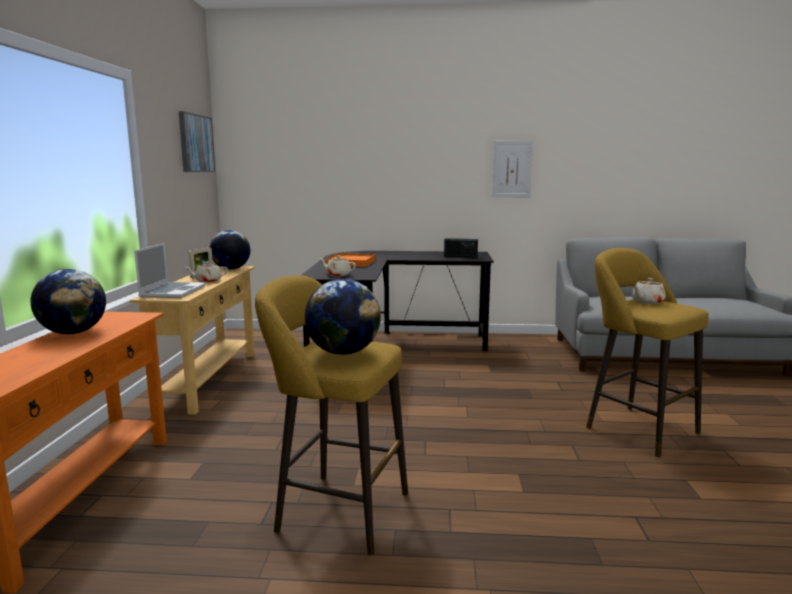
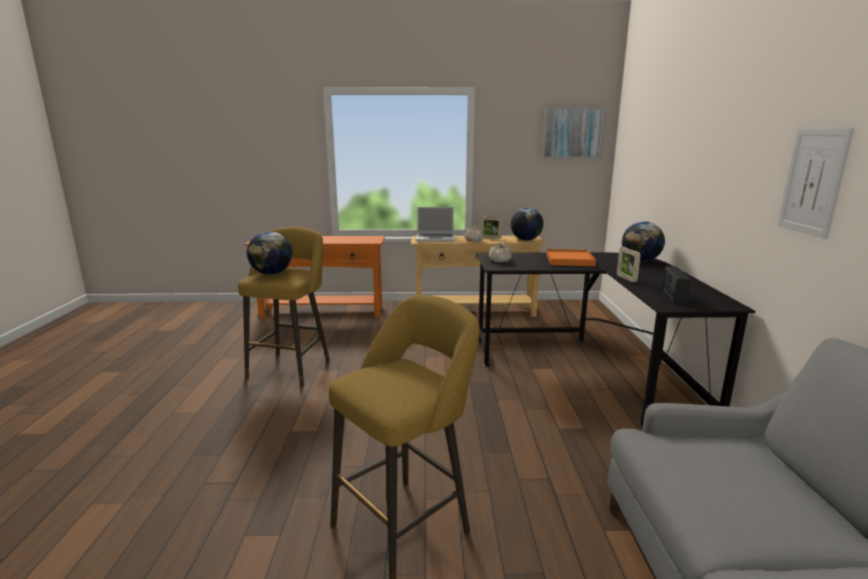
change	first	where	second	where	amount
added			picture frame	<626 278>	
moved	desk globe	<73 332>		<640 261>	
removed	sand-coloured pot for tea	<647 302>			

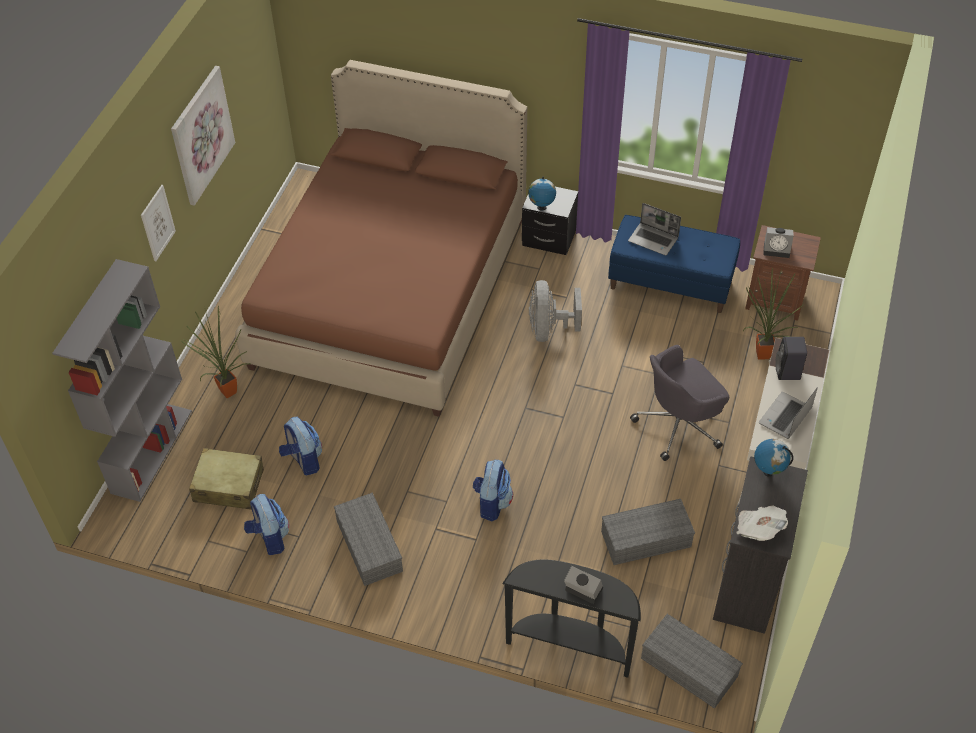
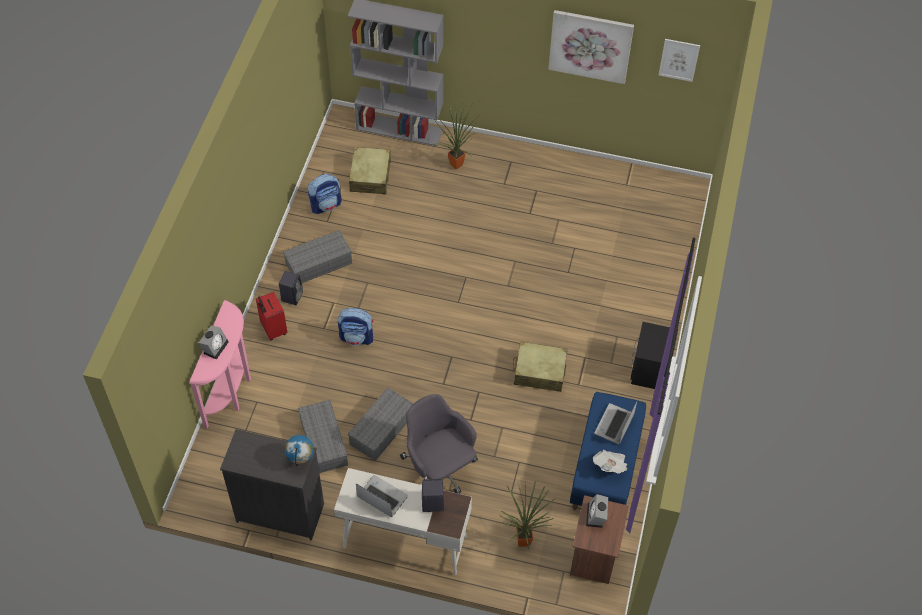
change	first	where	second	where	amount
recoloured	blackish console table	<570 645>	pink console table	<232 391>	
added			reddish piece of luggage	<273 329>	
added			blackish loudspeaker	<292 296>	
moved	gray storage box	<690 667>		<382 430>	
replaced	gray cooling fan	<549 329>	sand-coloured piece of luggage	<539 372>	
moved	newspaper	<758 529>		<610 466>	
moved	wall art	<157 223>		<679 60>	
removed	brownish bedroom bed	<391 291>			
removed	knapsack	<303 460>			
removed	desk globe	<541 207>			

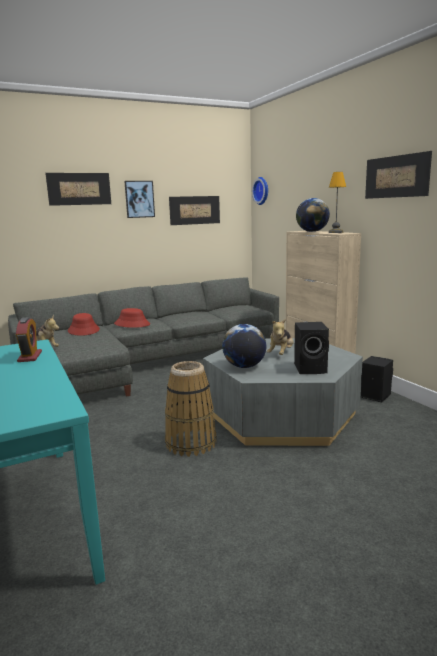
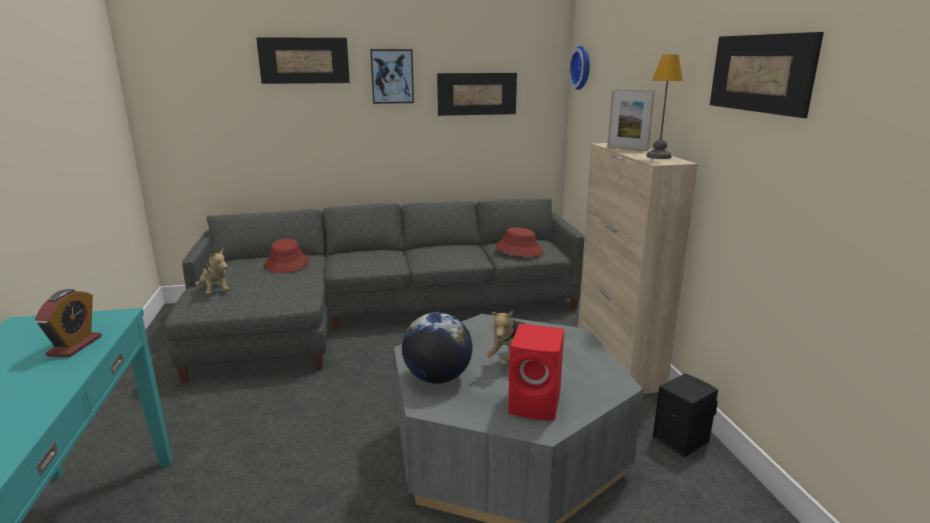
change	first	where	second	where	amount
moved	reddish hat	<132 324>		<519 250>	
recoloured	blackish loudspeaker	<311 369>	reddish loudspeaker	<537 404>	
replaced	desk globe	<312 231>	picture frame	<627 149>	
removed	storage basket	<191 443>			

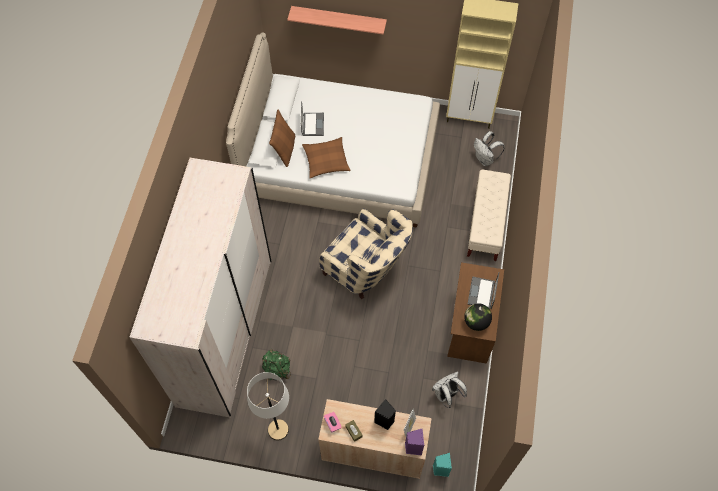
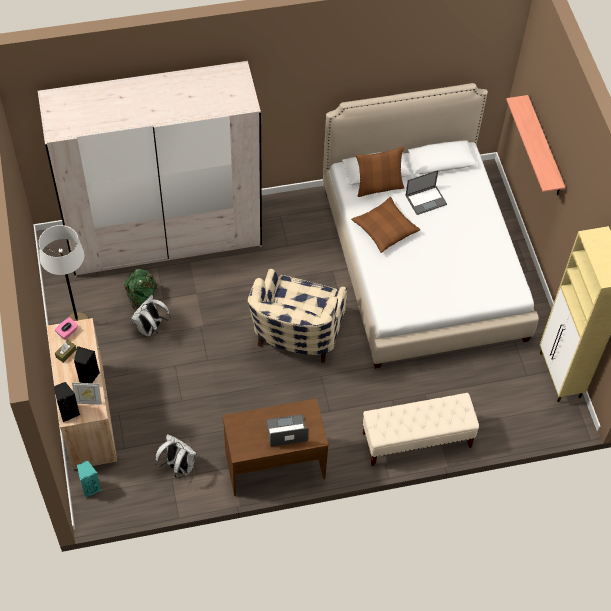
change	first	where	second	where	amount
recoloured	purple-coloured loudspeaker	<413 447>	blackish loudspeaker	<68 412>	
moved	whitish knapsack	<485 159>		<151 328>	
removed	desk globe	<476 322>			

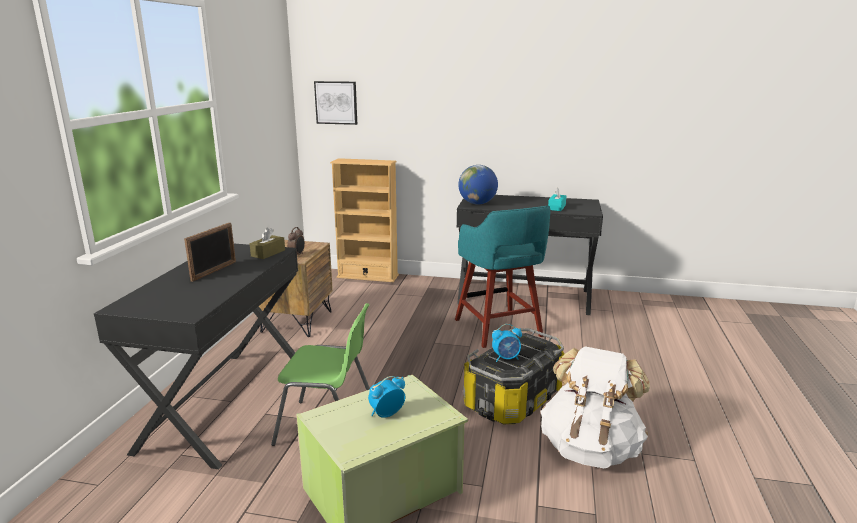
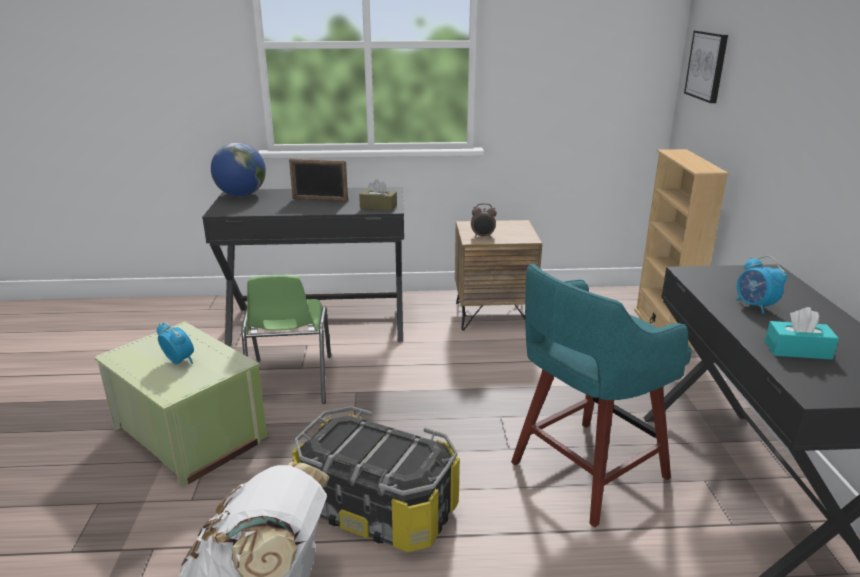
change	first	where	second	where	amount
moved	desk globe	<477 203>		<241 195>	
moved	alarm clock	<506 358>		<754 306>	

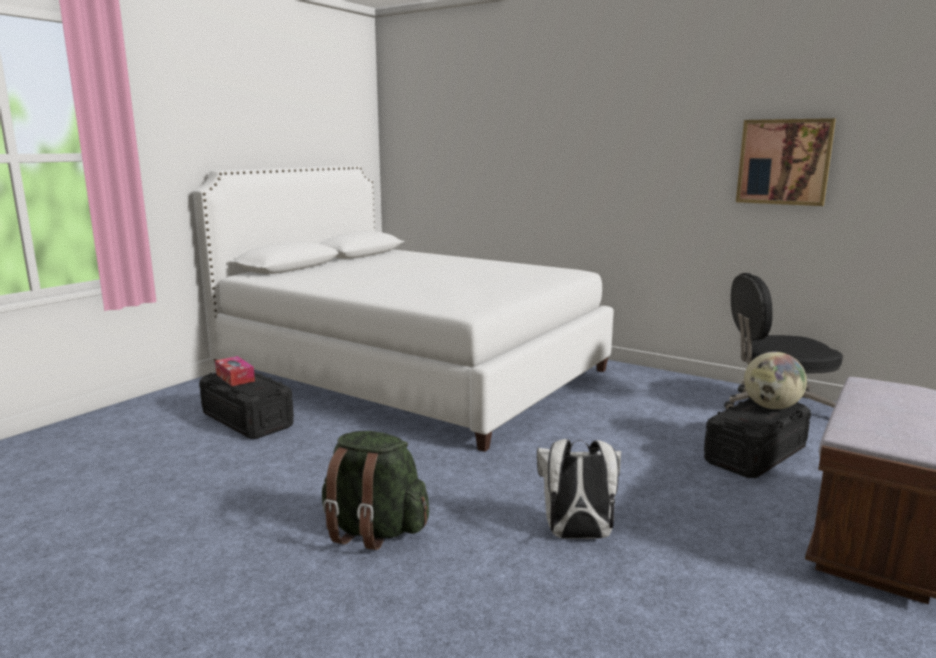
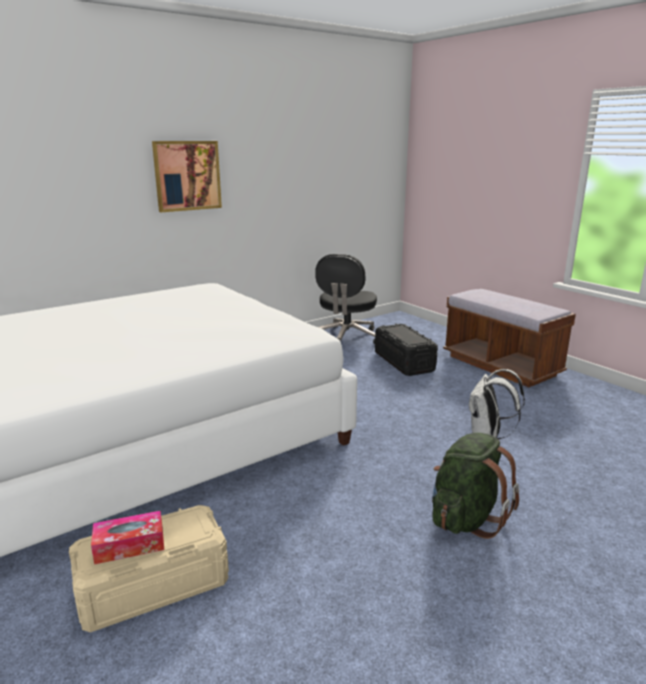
change	first	where	second	where	amount
recoloured	blackish storage box	<247 420>	sand-coloured storage box	<153 586>	
moved	wall art	<784 162>		<187 176>	
removed	desk globe	<771 407>			

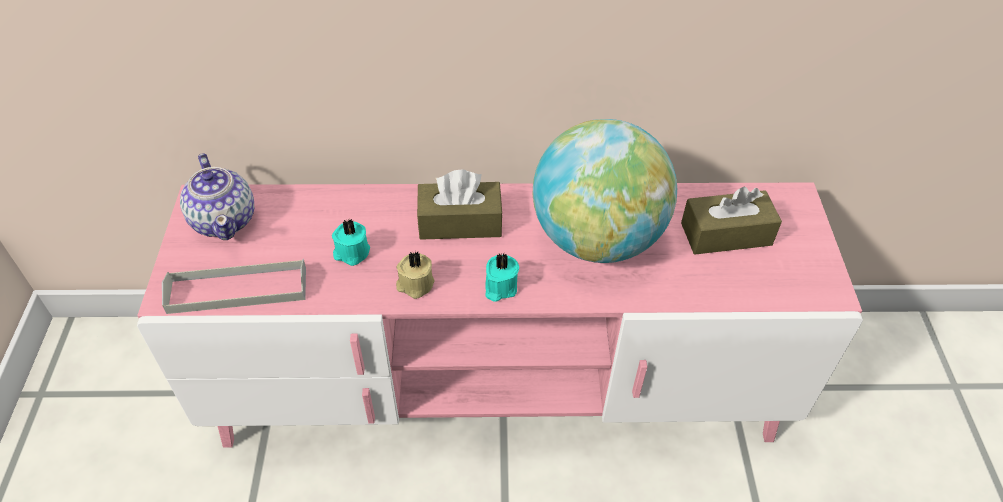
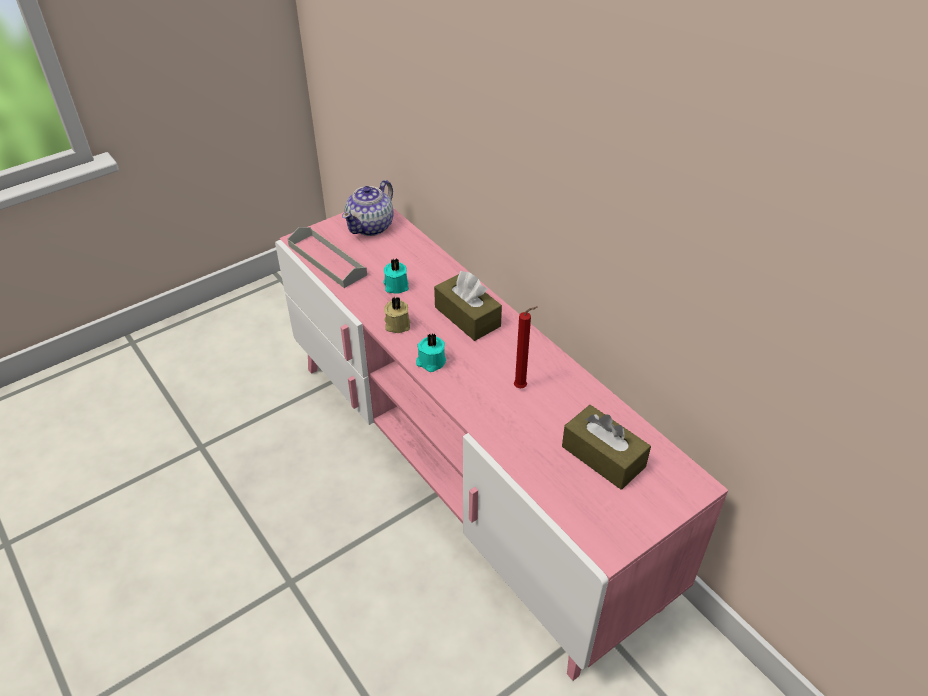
change	first	where	second	where	amount
replaced	desk globe	<596 238>	reddish candle	<522 387>	

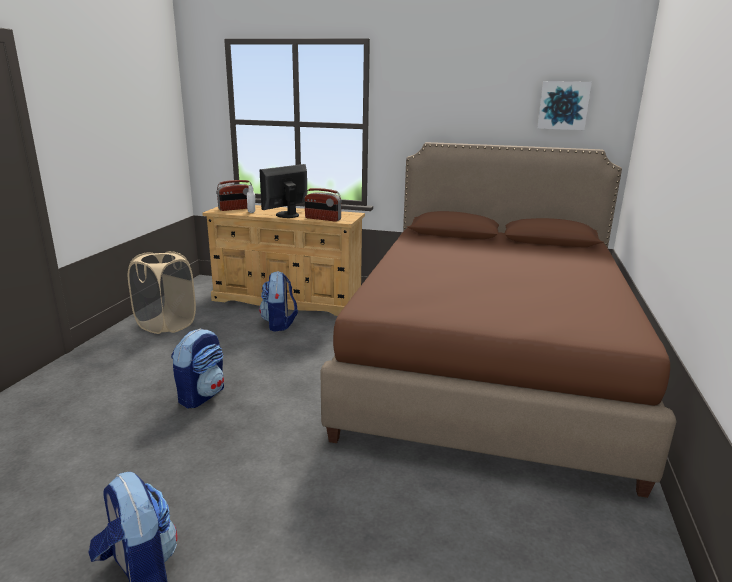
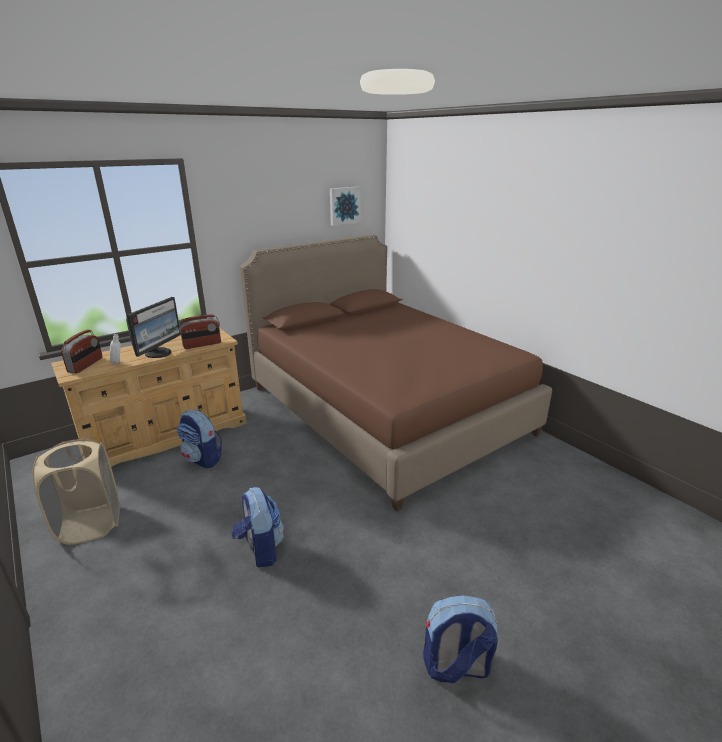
change	first	where	second	where	amount
turned	monitor	<286 215>		<159 353>	150 degrees counterclockwise

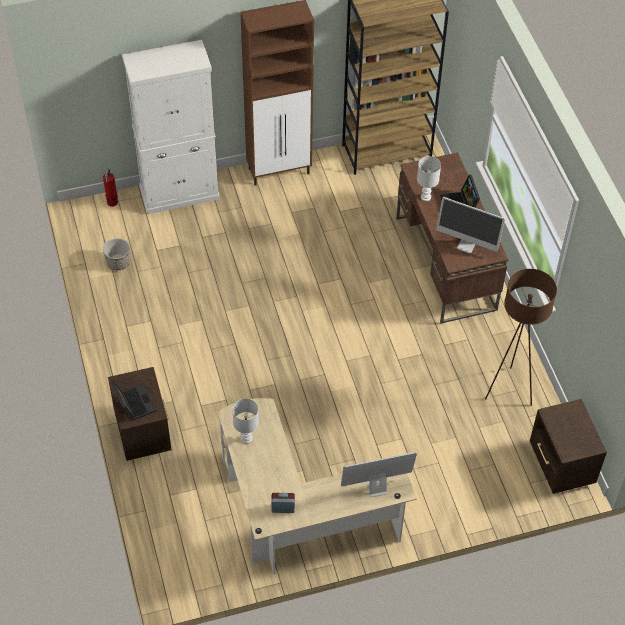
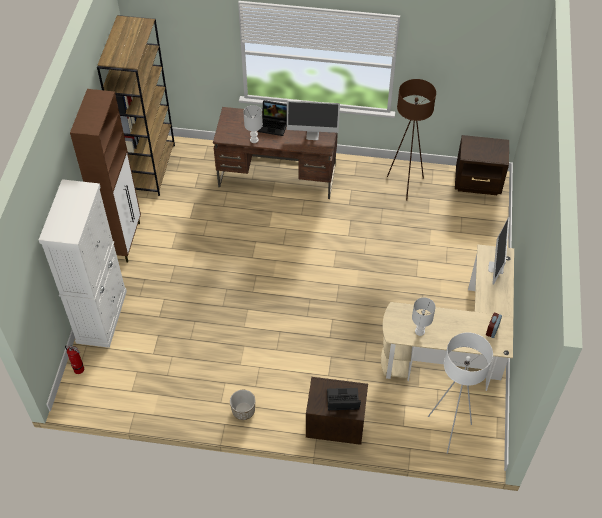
change	first	where	second	where	amount
moved	flower pot	<118 262>		<243 410>	
turned	monitor	<466 245>		<312 135>	45 degrees clockwise
added			whitish standard lamp	<448 430>	

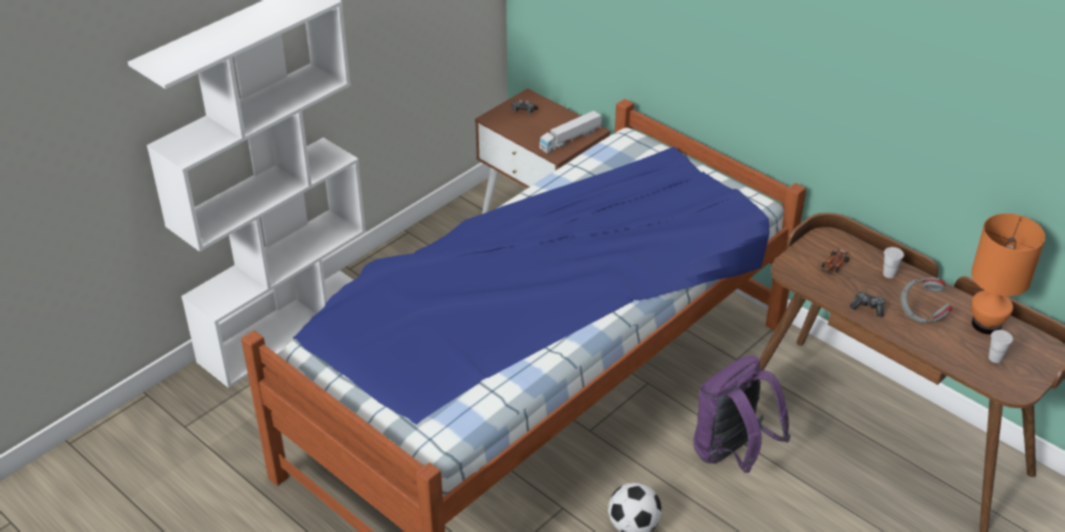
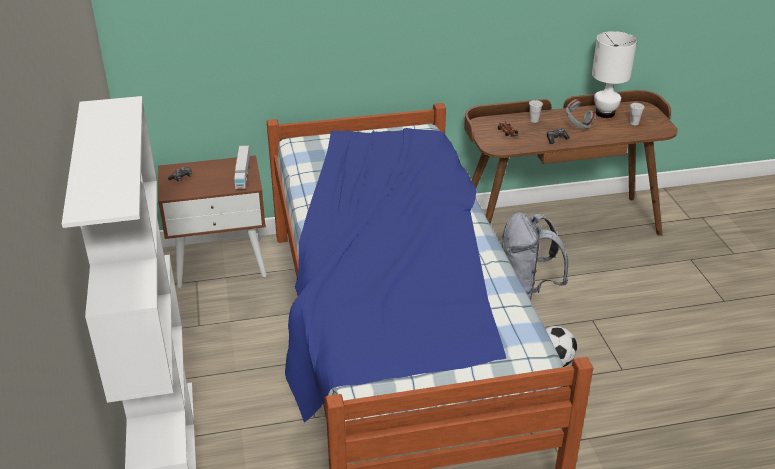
change	first	where	second	where	amount
recoloured	purple-coloured knapsack	<732 453>	gray knapsack	<526 290>	
recoloured	orange-coloured lamp for a table	<986 325>	whitish lamp for a table	<605 113>	

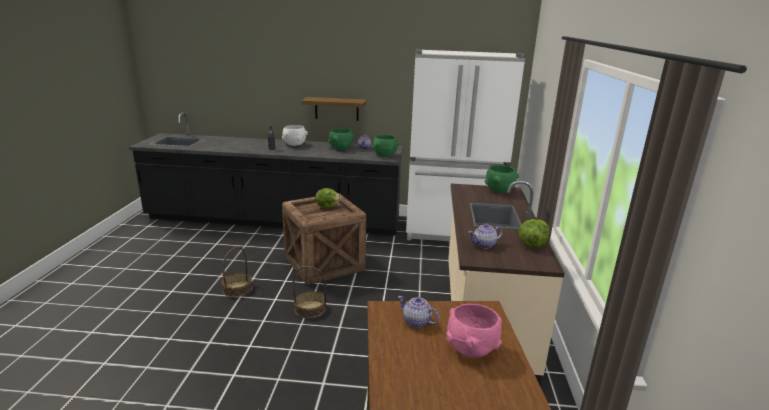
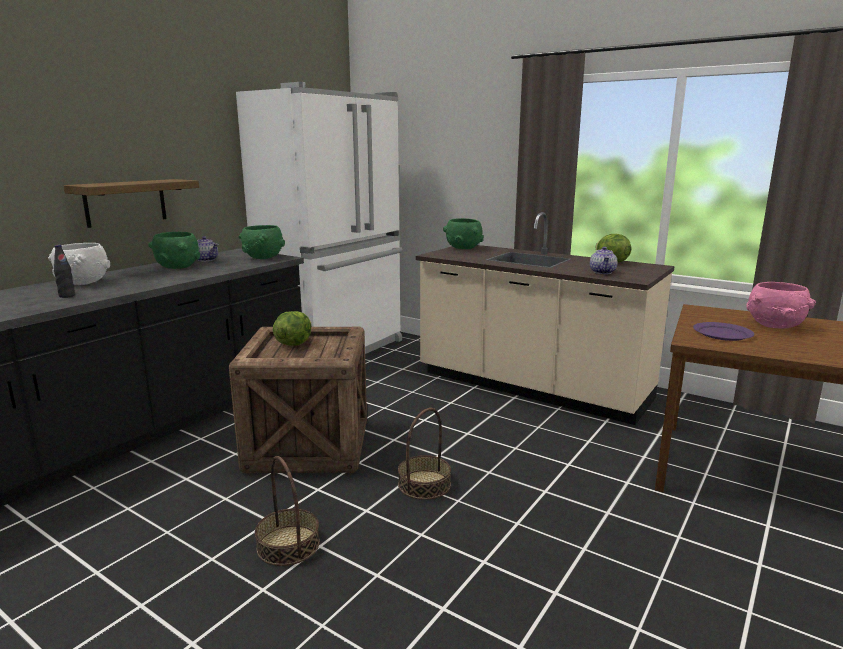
change	first	where	second	where	amount
replaced	pot for tea	<416 322>	purple-coloured flat dish	<723 334>	

